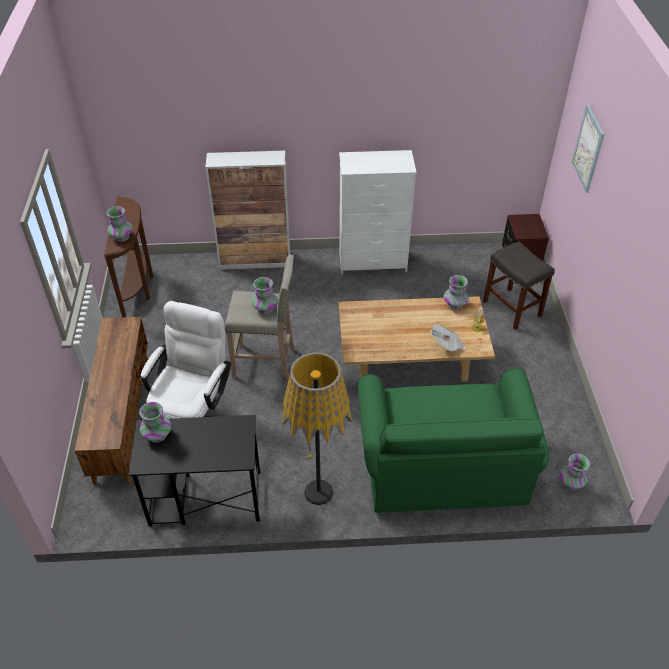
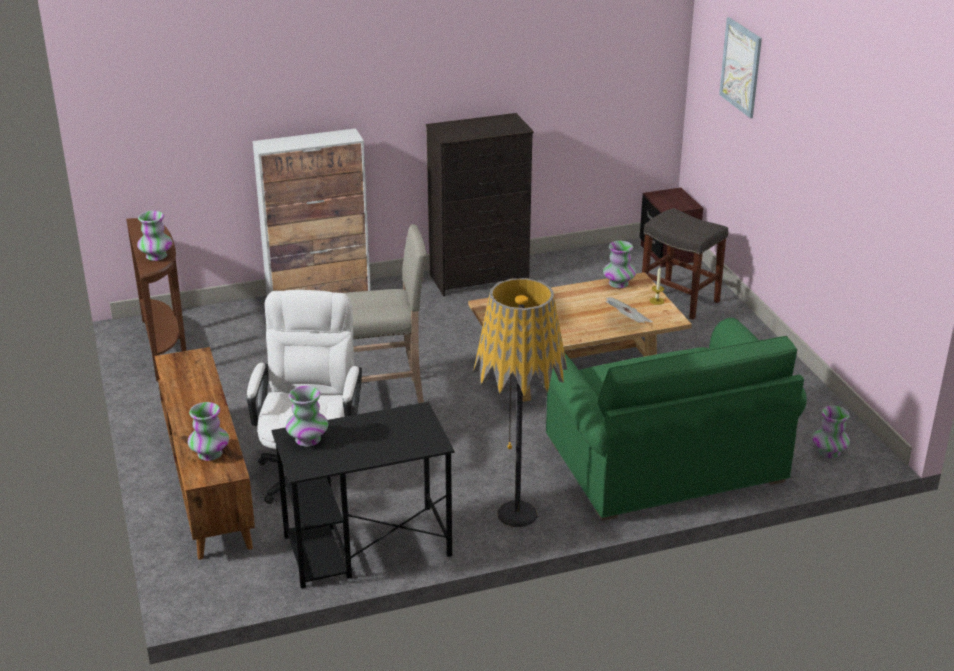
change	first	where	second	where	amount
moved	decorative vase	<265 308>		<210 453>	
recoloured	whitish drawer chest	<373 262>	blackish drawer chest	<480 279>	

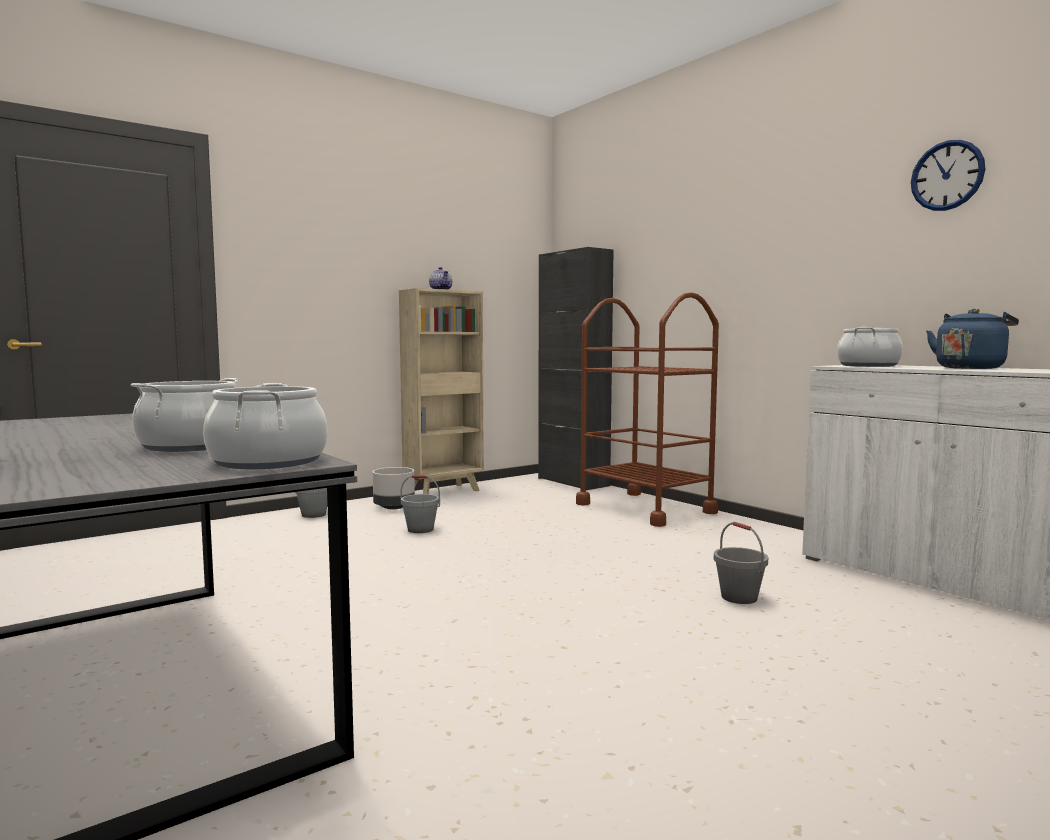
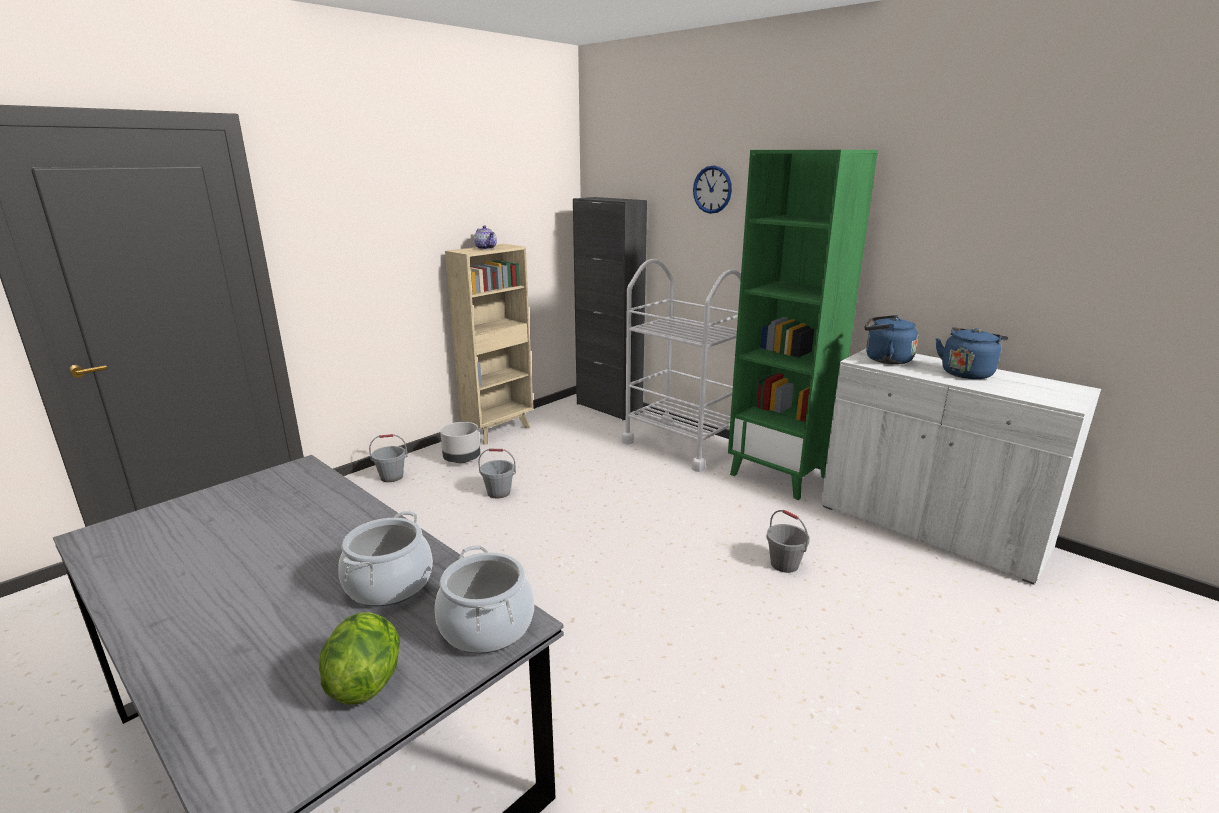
change	first	where	second	where	amount
added			head of lettuce	<365 681>	
recoloured	brownish trolley	<645 508>	whitish trolley	<681 445>	
moved	hanging clock	<947 175>		<712 189>	
added			green-coloured bookshelf	<780 476>	
replaced	stockpot	<868 365>	bluish tea kettle	<884 360>	

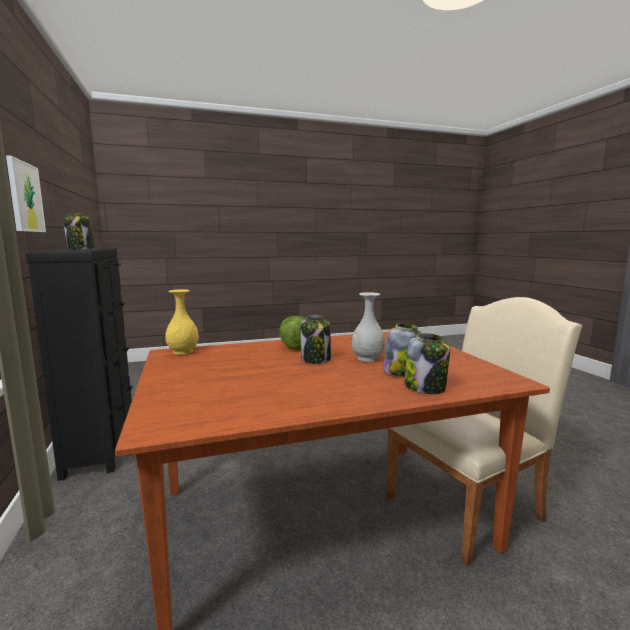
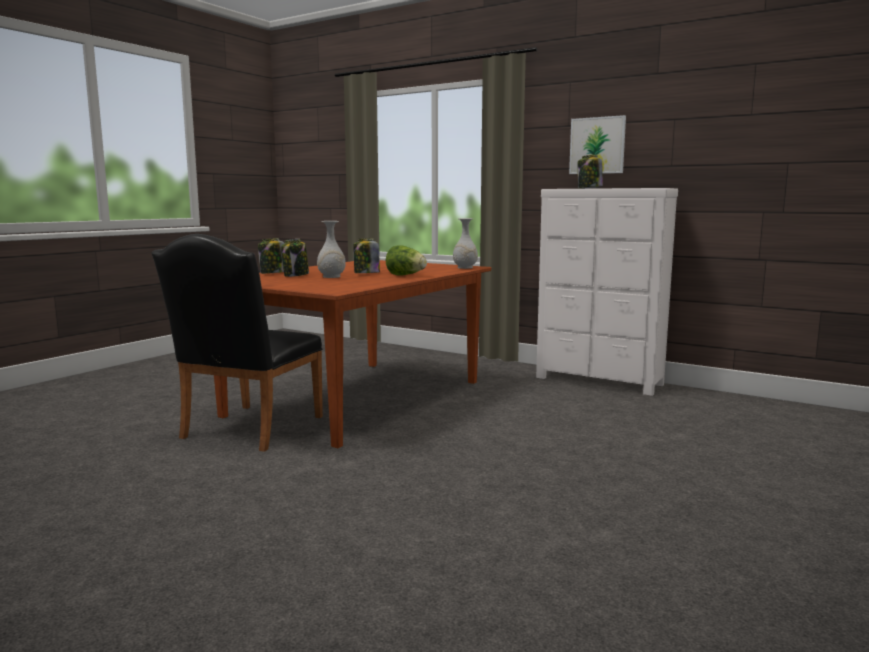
change	first	where	second	where	amount
recoloured	sand-coloured plain chair	<470 504>	blackish plain chair	<247 430>	
recoloured	yellow-coloured decorative vase	<183 352>	whitish decorative vase	<464 267>	
recoloured	blackish drawer chest	<102 442>	whitish drawer chest	<598 381>	

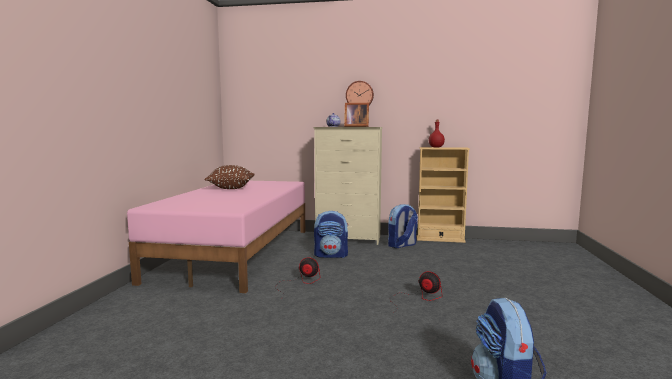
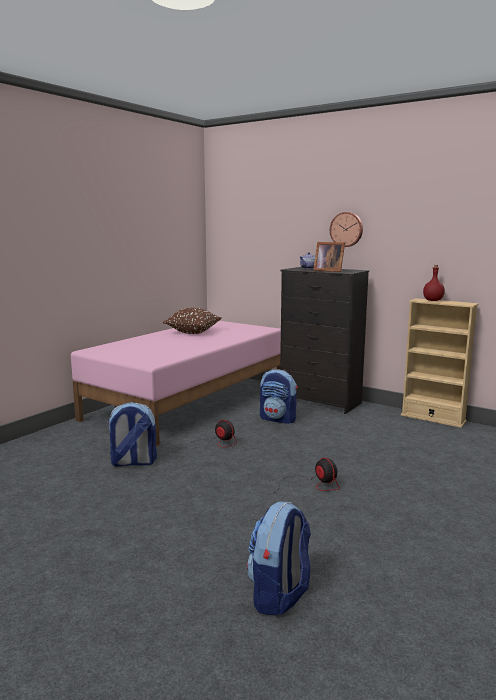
change	first	where	second	where	amount
moved	knapsack	<402 245>		<133 462>	
recoloured	sand-coloured drawer chest	<349 239>	blackish drawer chest	<320 402>	

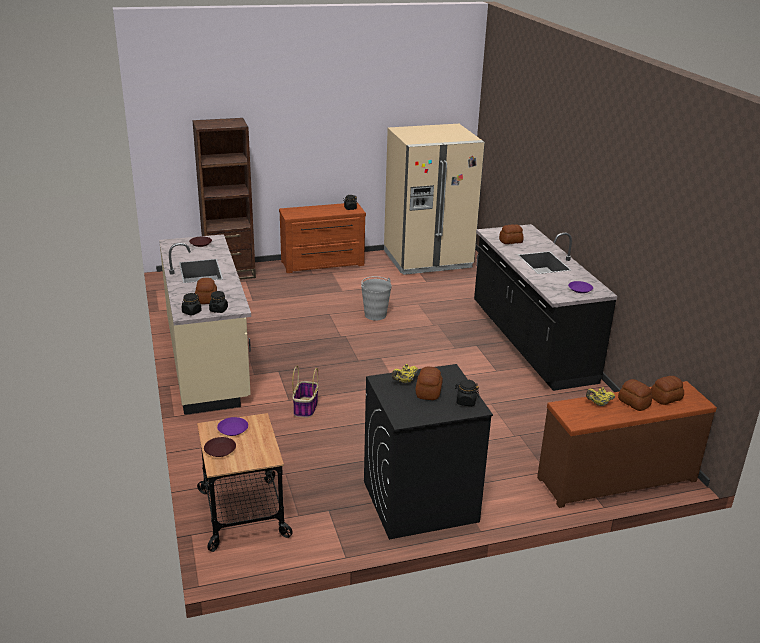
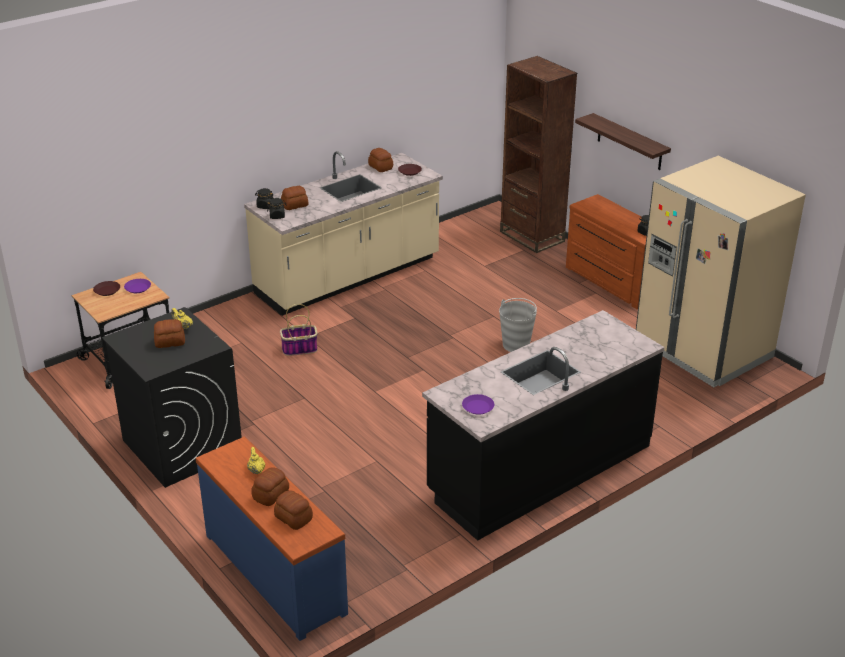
change	first	where	second	where	amount
recoloured	brownish drawer chest	<615 478>	bluish drawer chest	<276 572>	
moved	bread	<511 241>		<380 167>	
added			wall shelf	<629 142>	
removed	blackish jar	<466 401>			

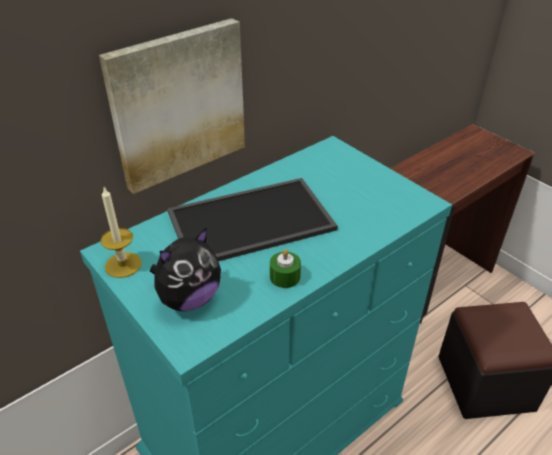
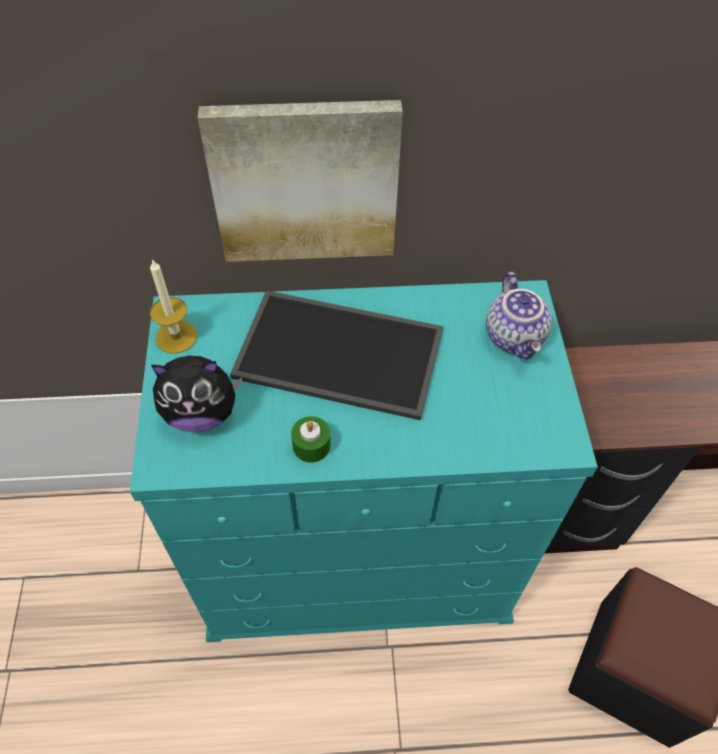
change	first	where	second	where	amount
added			pot for tea	<515 337>	

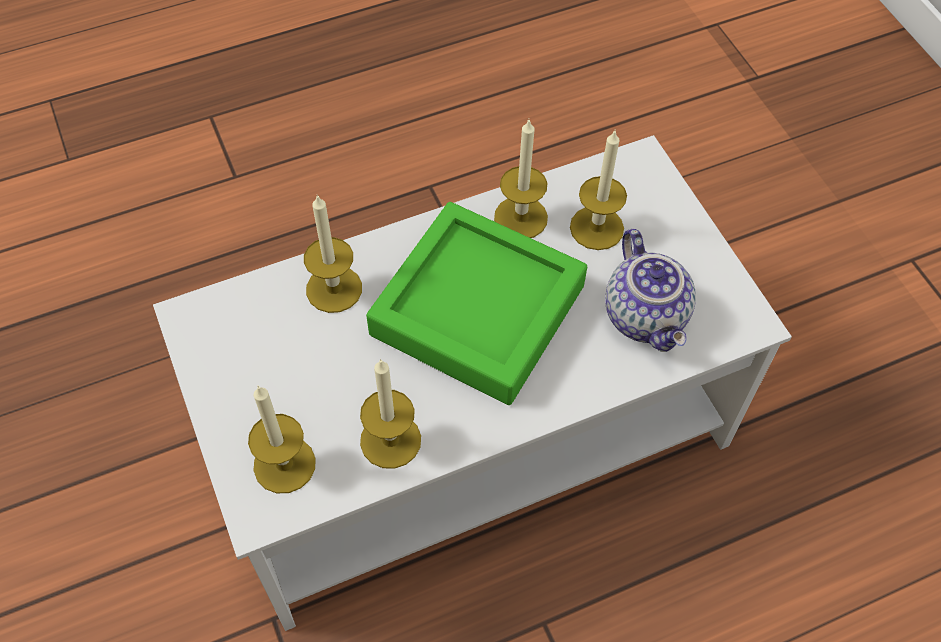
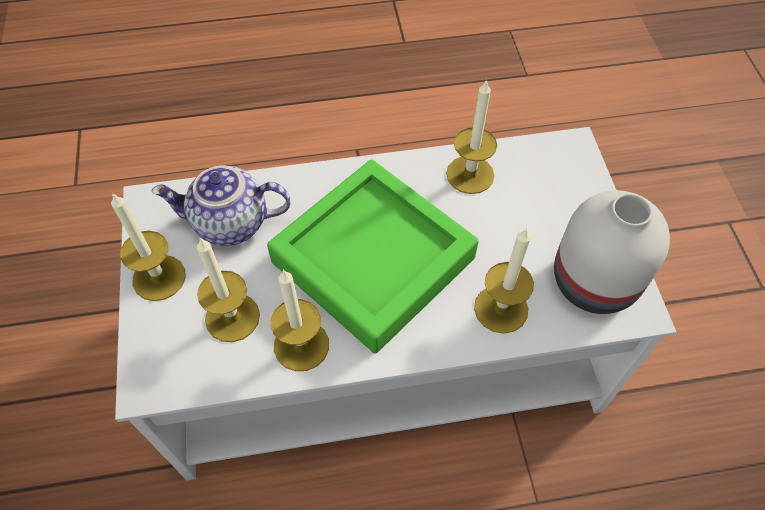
change	first	where	second	where	amount
moved	candle	<284 464>		<159 277>	
turned	pot for tea	<647 316>		<230 224>	90 degrees counterclockwise
added			whitish decorative vase	<594 283>	

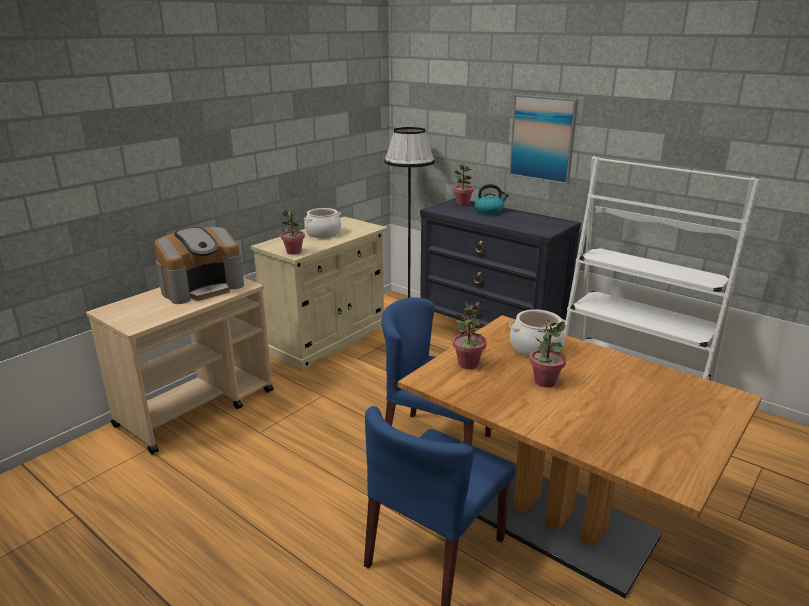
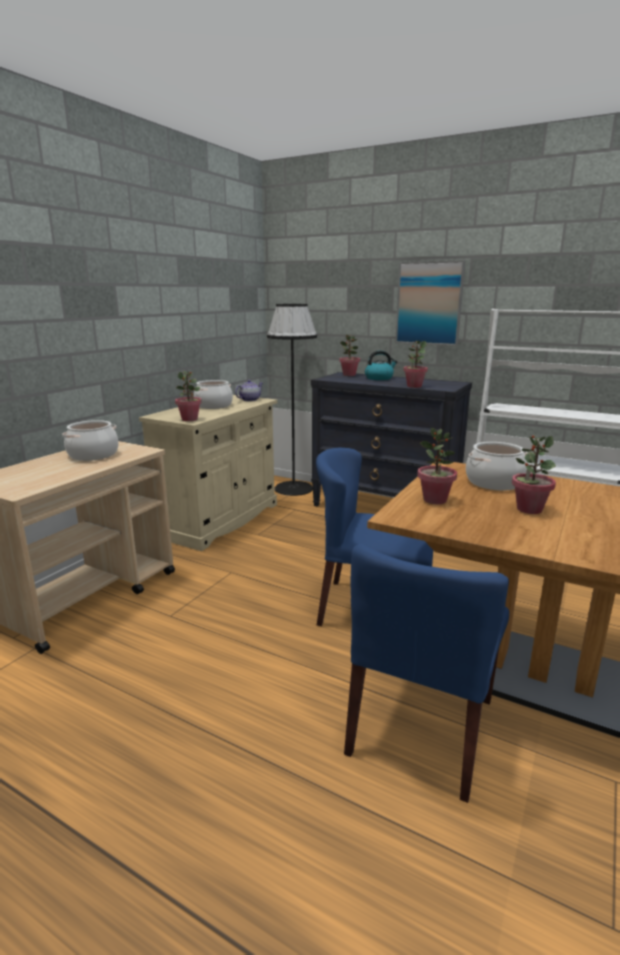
change	first	where	second	where	amount
replaced	coffee brewer	<202 288>	stockpot	<93 455>	
added			pot for tea	<249 400>	
added			houseplant	<414 386>	

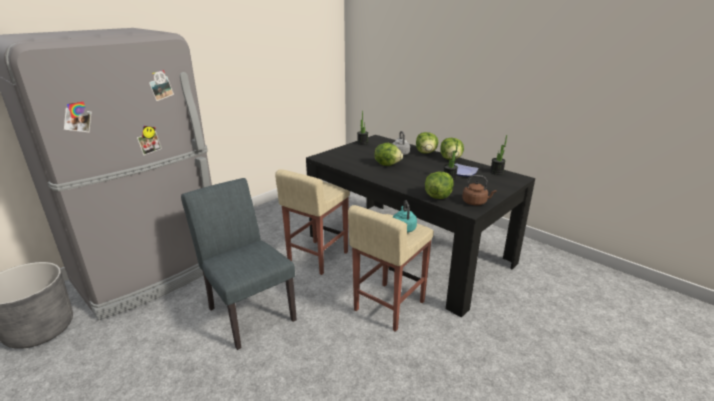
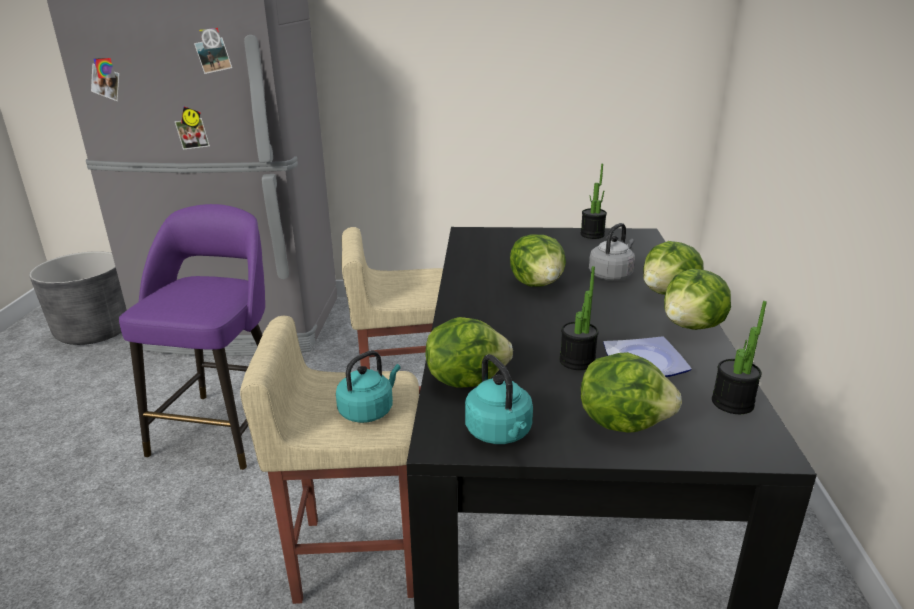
change	first	where	second	where	amount
replaced	gray plain chair	<248 310>	purple-coloured sitting stool	<224 427>	
recoloured	brownish tea kettle	<475 202>	blue-green tea kettle	<500 433>	
added			head of lettuce	<623 421>	

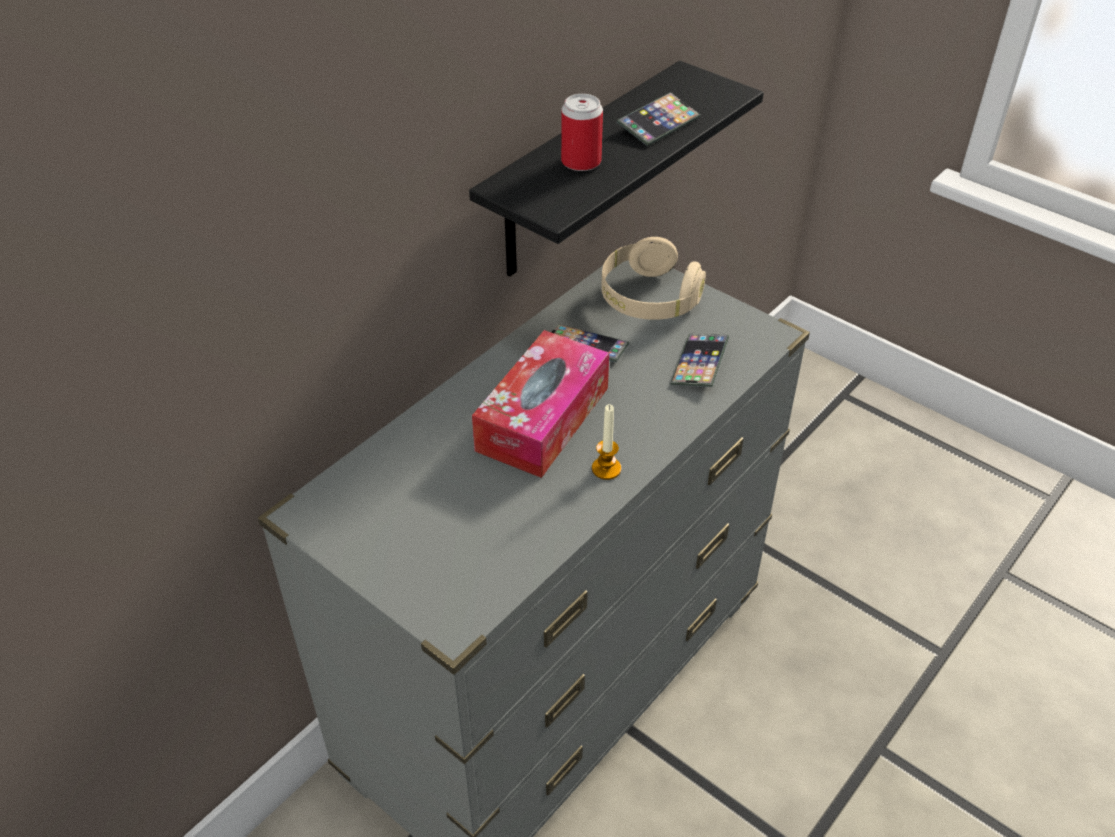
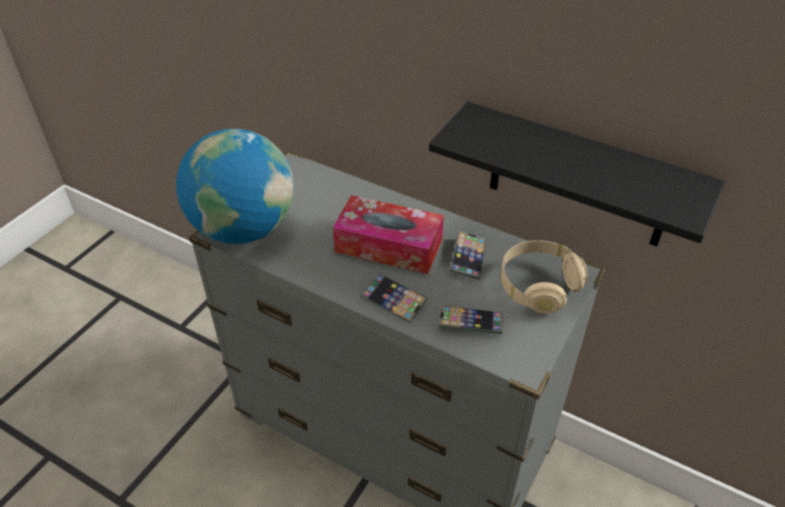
change	first	where	second	where	amount
added			desk globe	<244 228>	
moved	handset	<658 124>		<393 300>	
removed	can	<581 162>			
removed	candle	<606 469>			

